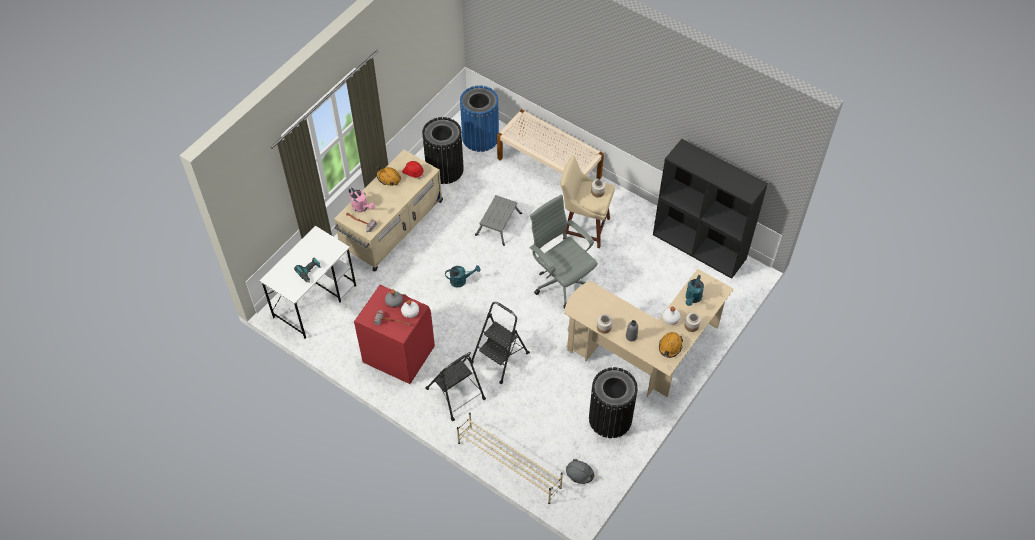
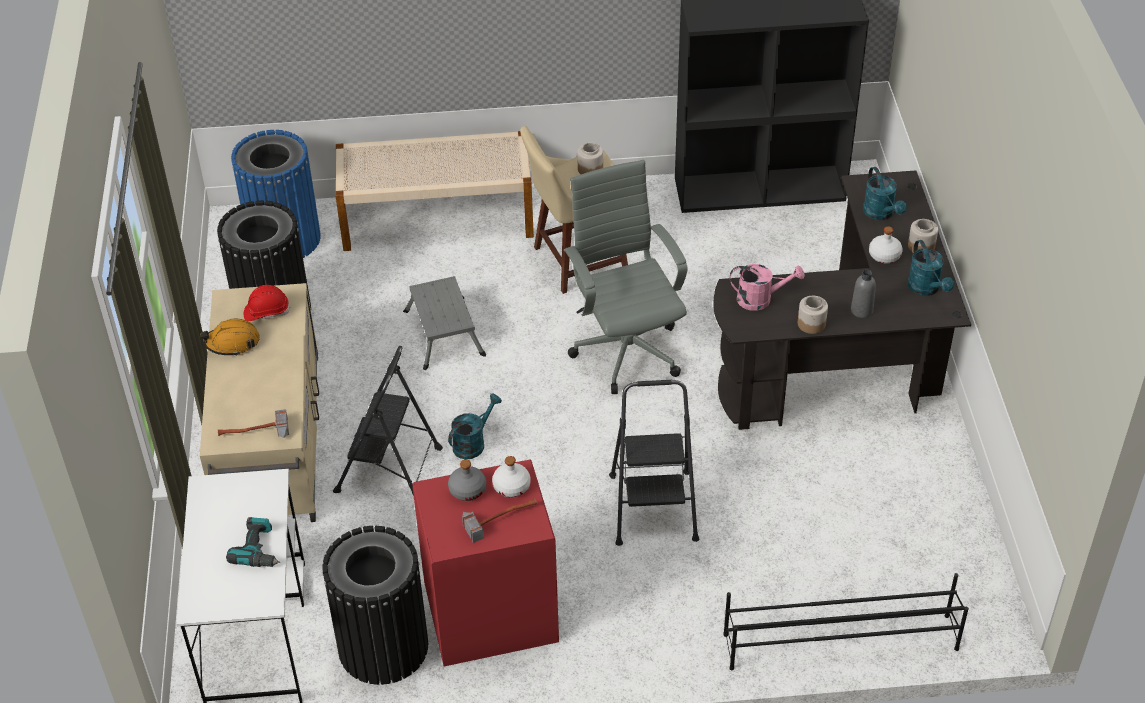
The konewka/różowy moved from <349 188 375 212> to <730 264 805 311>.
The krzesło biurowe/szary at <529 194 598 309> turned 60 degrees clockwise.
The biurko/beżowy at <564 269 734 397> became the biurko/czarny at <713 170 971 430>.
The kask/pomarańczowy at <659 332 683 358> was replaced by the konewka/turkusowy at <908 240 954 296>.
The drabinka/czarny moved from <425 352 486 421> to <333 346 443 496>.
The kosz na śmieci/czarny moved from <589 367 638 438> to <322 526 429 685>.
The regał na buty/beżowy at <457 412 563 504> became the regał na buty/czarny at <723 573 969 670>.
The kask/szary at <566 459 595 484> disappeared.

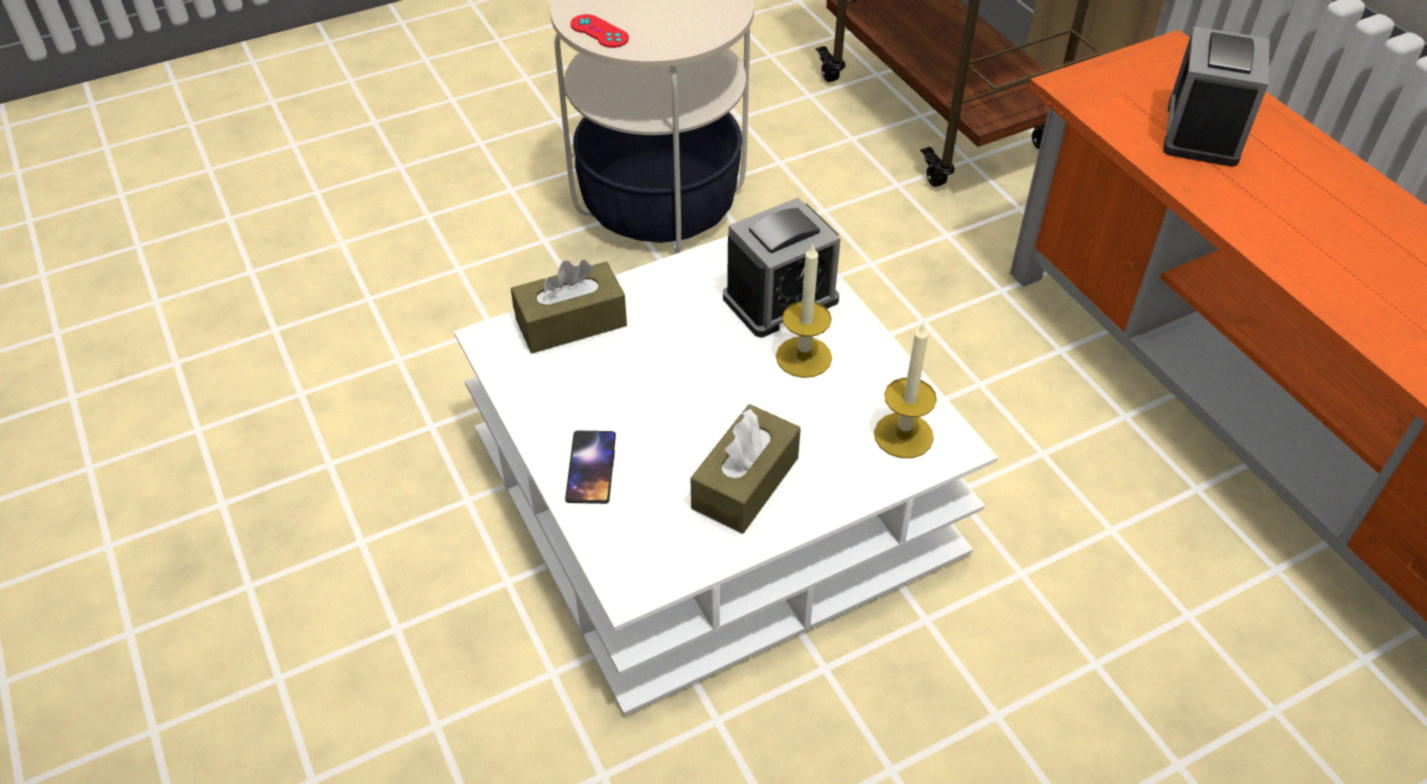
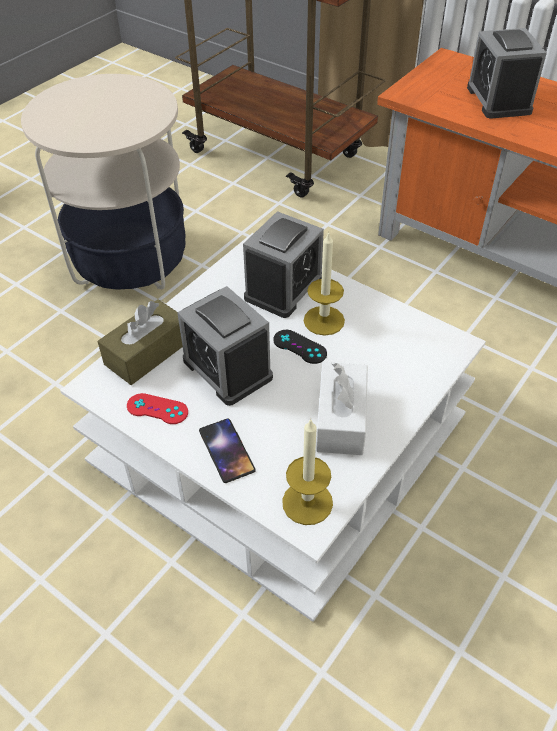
The pad do gier/czerwony moved from <570 14 629 48> to <127 393 188 424>.
The świeca moved from <874 322 937 458> to <282 419 333 525>.
The pudełko chusteczek/brązowy at <691 404 801 534> became the pudełko chusteczek/biały at <316 362 368 455>.
The budzik at <177 286 273 406> appeared.
The pad do gier/czarny at <273 330 327 364> appeared.

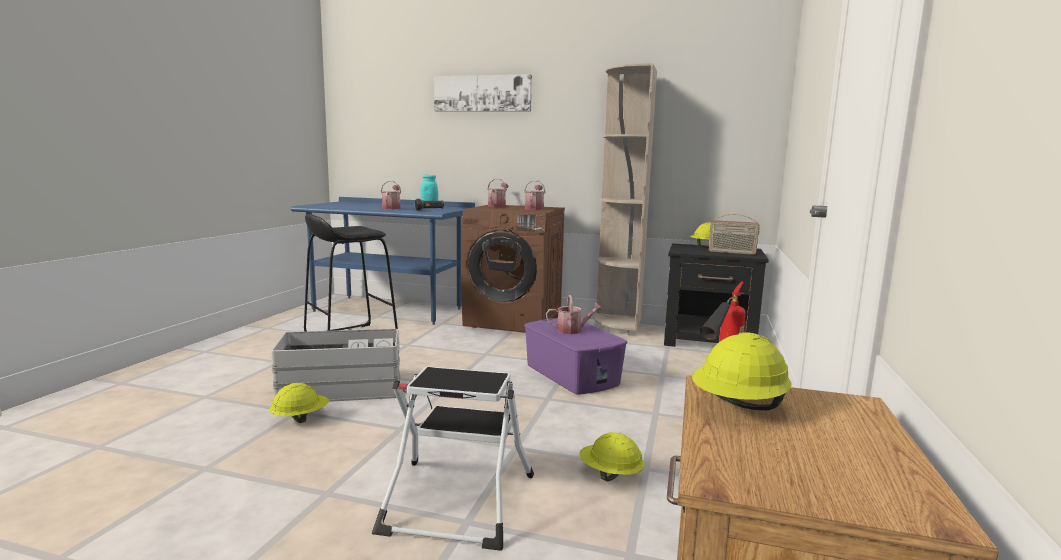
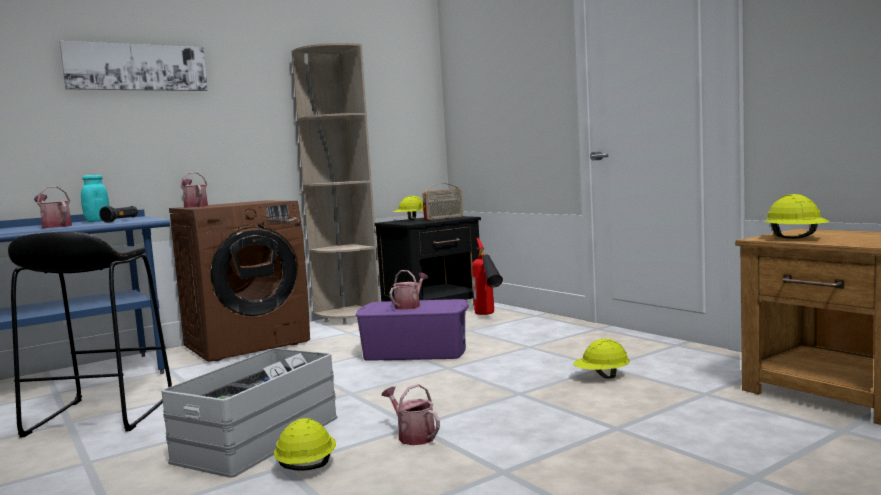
The konewka moved from <524 180 546 210> to <382 384 440 445>.
The drabinka at <372 367 534 551> disappeared.

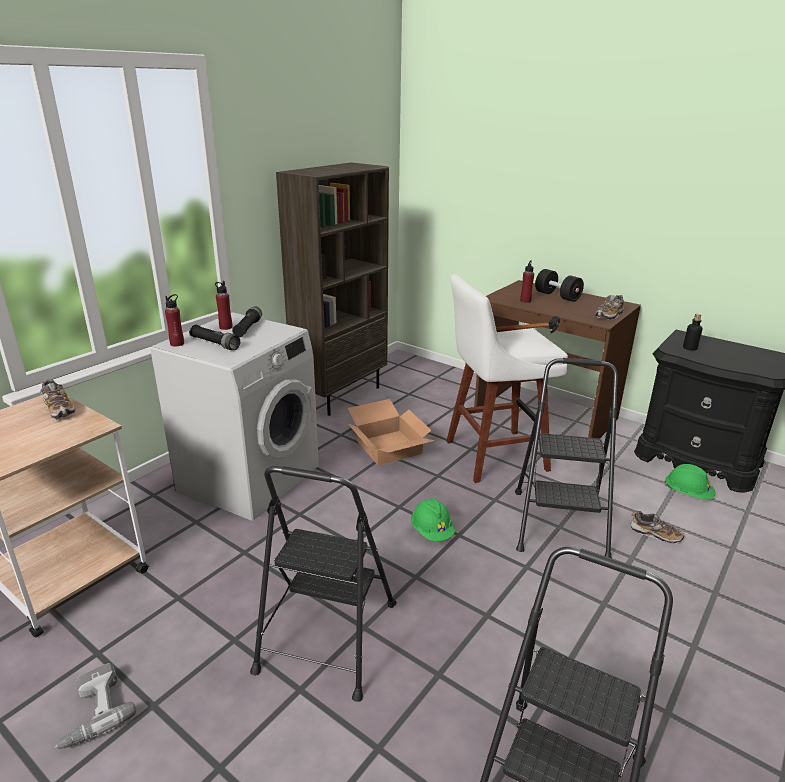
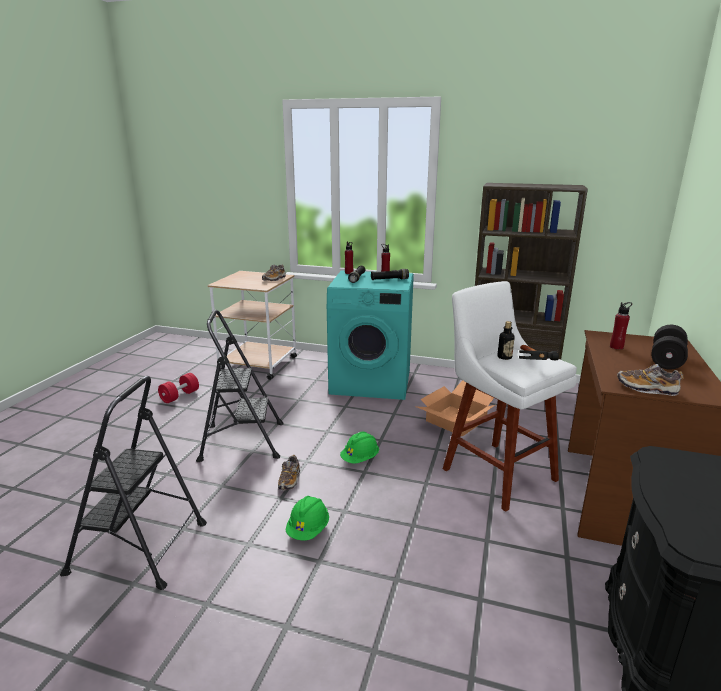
The pralka/biały at <150 312 319 521> became the pralka/turkusowy at <327 271 414 400>.
The butelka moved from <683 314 703 351> to <498 321 515 360>.
The drabinka/czarny at <515 358 618 558> disappeared.
The kask/zielony moved from <664 464 716 500> to <286 496 329 541>.
The but moved from <631 511 684 544> to <278 455 300 491>.
The wiertarka at <55 663 136 749> was replaced by the hantel/czerwony at <158 373 199 403>.

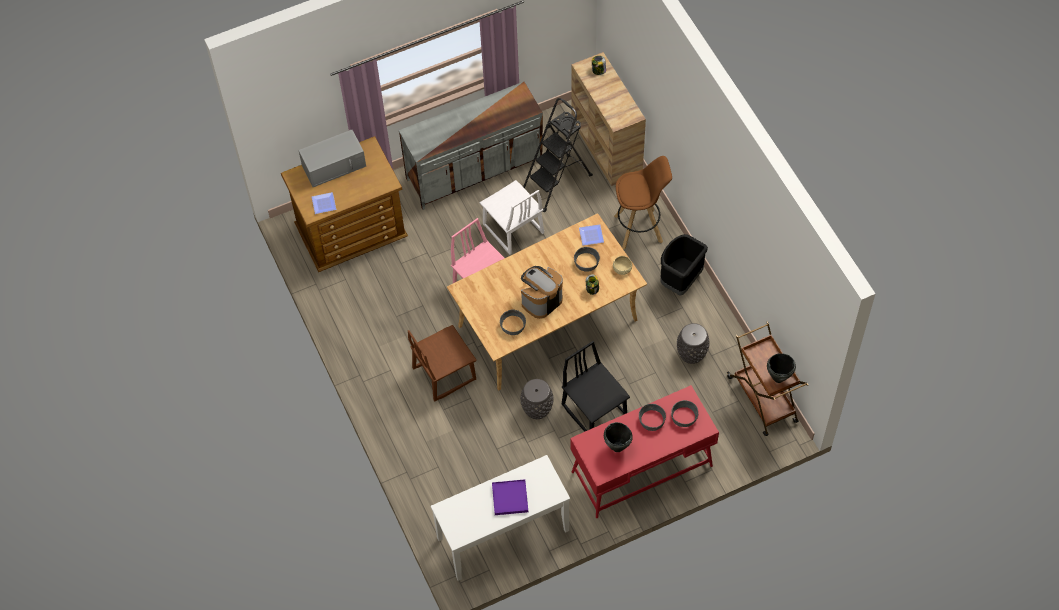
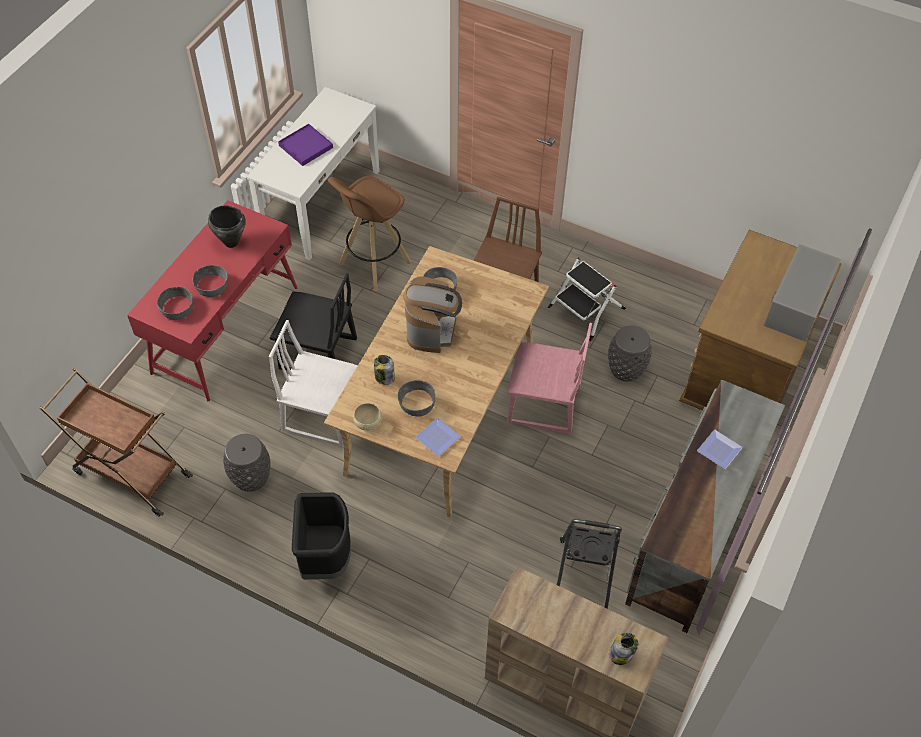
The stołek/brązowy moved from <614 156 672 250> to <327 176 411 291>.
The krzesło/biały moved from <480 180 544 255> to <269 320 357 447>.
The talerz moved from <312 192 337 214> to <697 429 743 469>.
The garnek/czarny at <767 353 796 383> disappeared.
The stołek/szary moved from <520 379 553 419> to <608 326 652 382>.
The drabinka at <548 258 626 341> appeared.

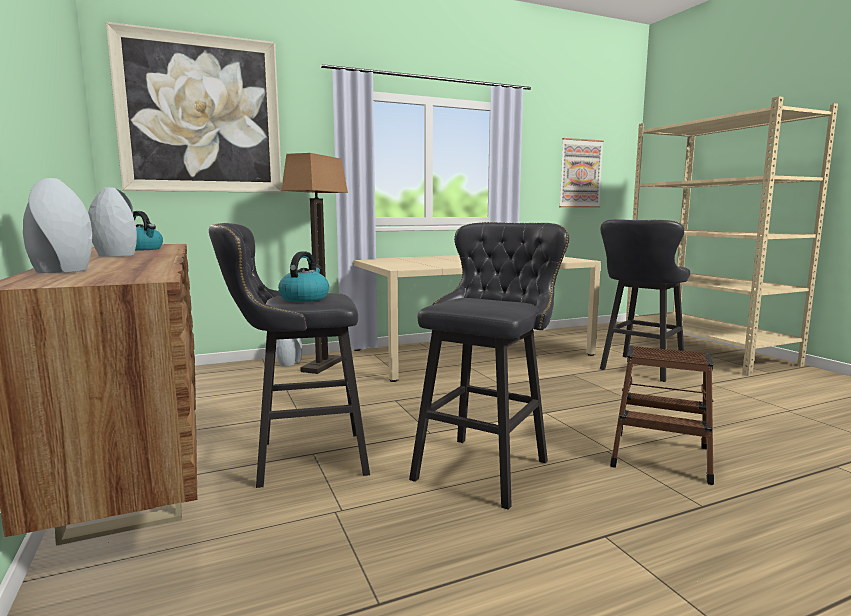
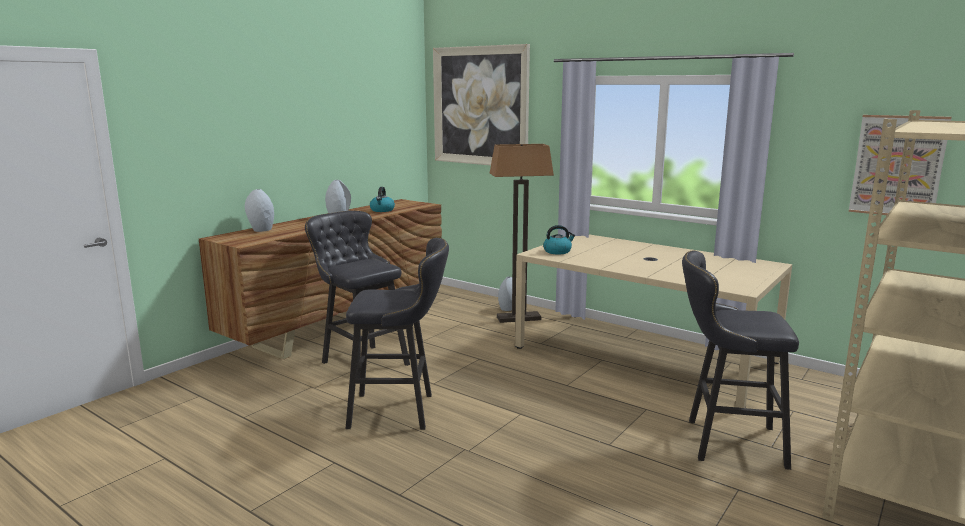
The czajnik moved from <278 251 329 302> to <543 225 575 254>.
The drabinka/brązowy at <610 345 714 485> disappeared.

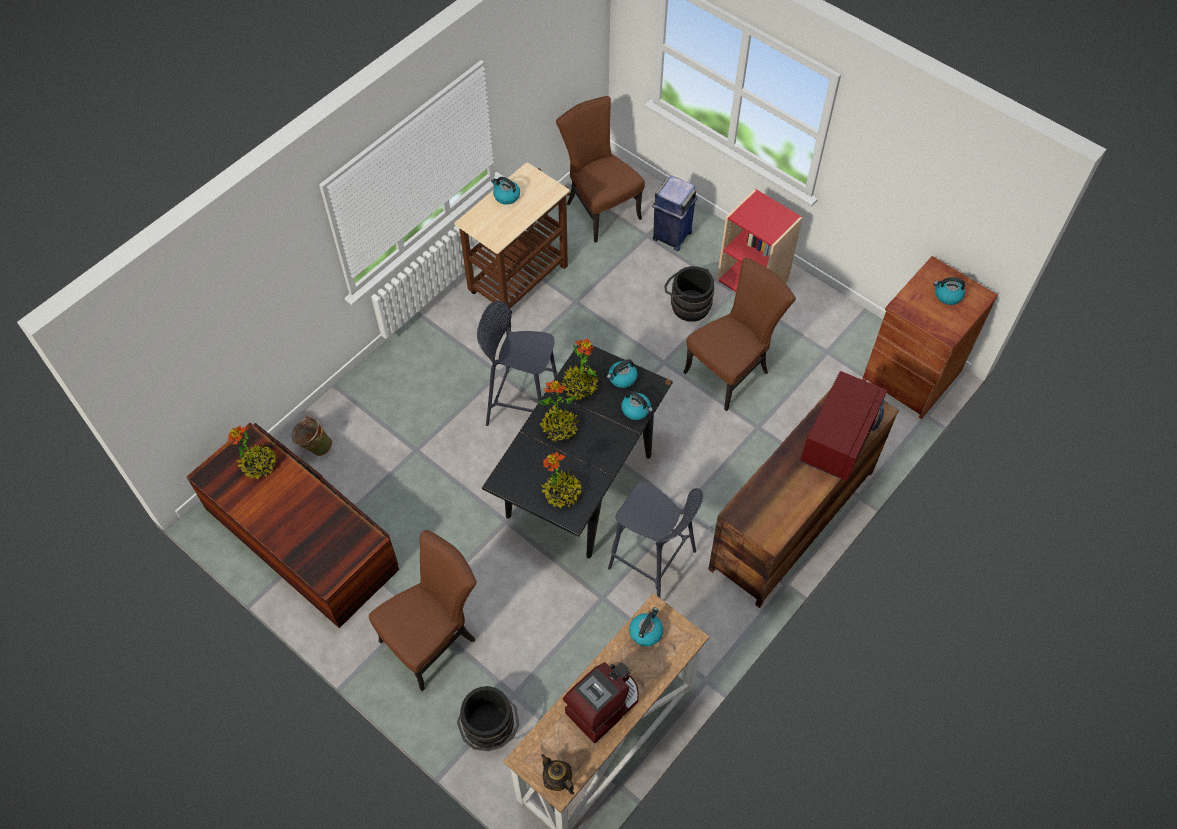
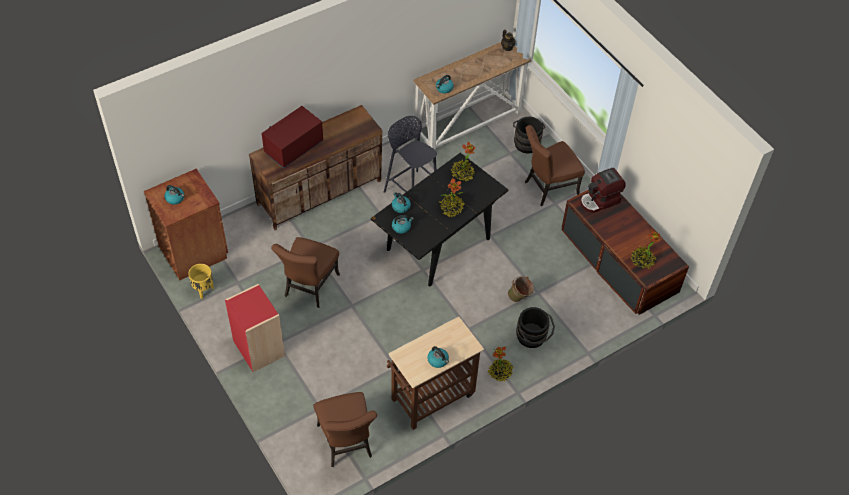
The kosz na śmieci/niebieski at <652 176 698 251> disappeared.
The krzesło/brązowy at <683 258 796 411> turned 45 degrees counterclockwise.
The wiadro/czarny moved from <664 266 714 322> to <516 307 555 348>.
The stołek/szary at <477 301 558 426> disappeared.
The roślina doniczkowa moved from <561 338 598 400> to <488 347 513 381>.
The wiadro/zielony moved from <291 416 332 456> to <508 276 534 302>.
The ekspres do kawy moved from <563 662 639 743> to <580 168 626 213>.
The donica/żółty at <188 264 214 299> appeared.

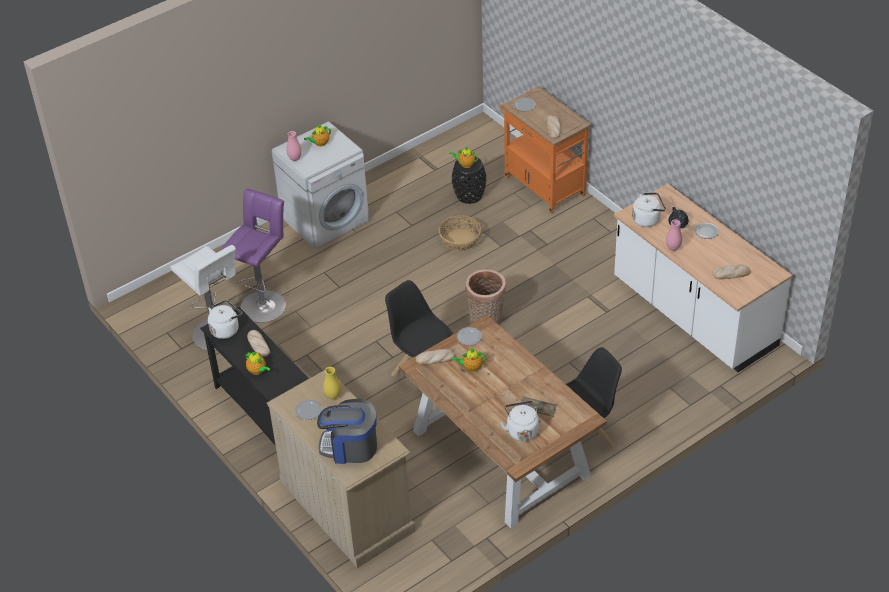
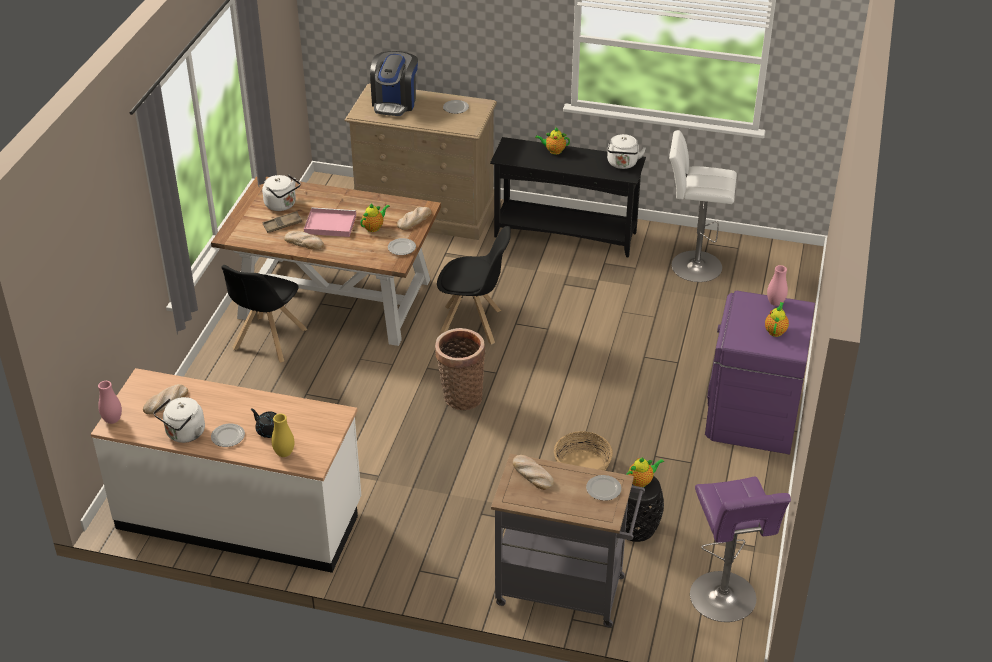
The wózek/pomarańczowy at <499 86 591 214> became the wózek/szary at <491 454 645 627>.
The pralka/biały at <272 121 369 248> became the pralka/fioletowy at <705 291 815 455>.
The stołek/fioletowy moved from <221 189 286 323> to <690 476 791 622>.
The czajnik/biały moved from <632 192 666 227> to <154 397 205 443>.
The wazon/różowy moved from <666 219 682 251> to <98 381 122 424>.
The chleb moved from <247 330 270 357> to <284 231 324 250>.
The wazon/żółty moved from <323 367 341 399> to <271 414 294 457>.
The ekspres do kawy at <317 399 377 464> turned 135 degrees clockwise.
The taca/różowy at <304 207 356 237> appeared.

